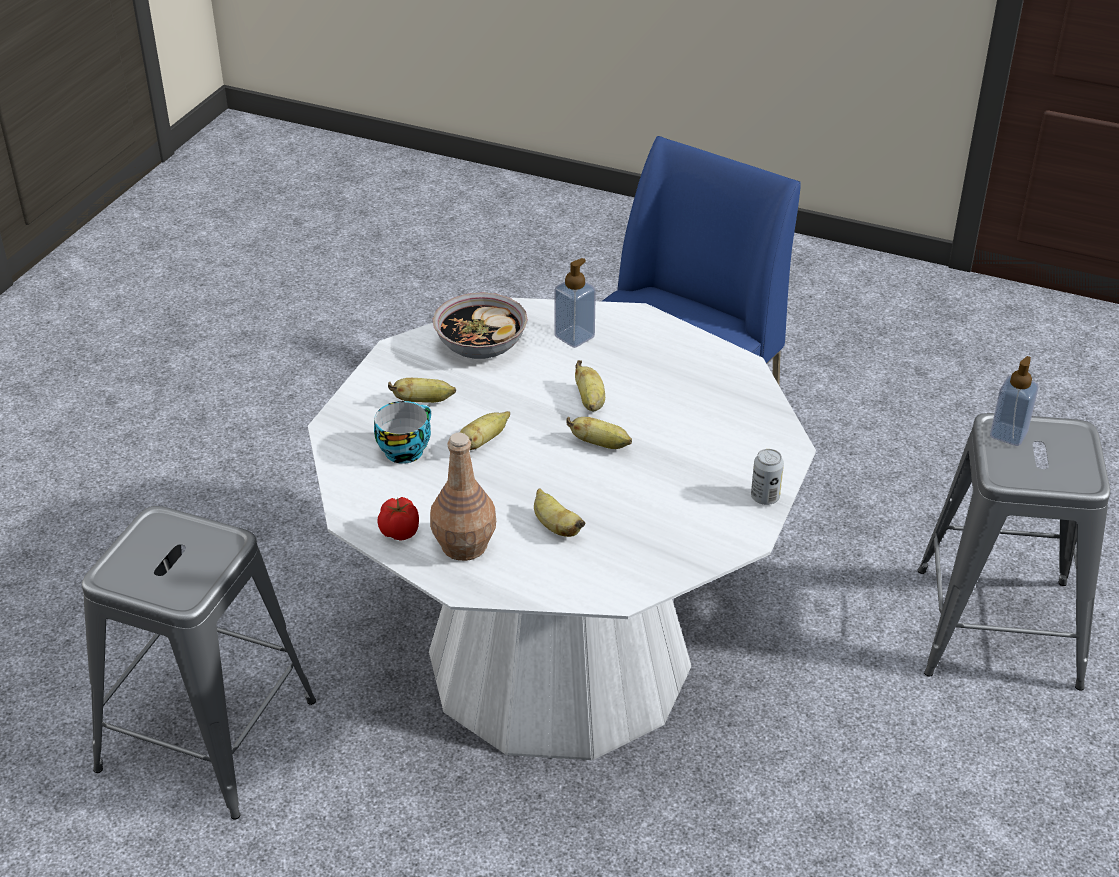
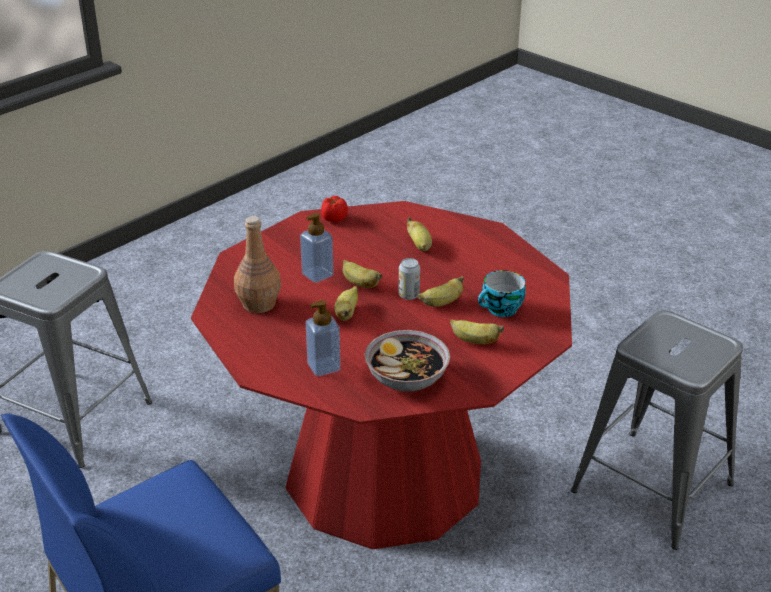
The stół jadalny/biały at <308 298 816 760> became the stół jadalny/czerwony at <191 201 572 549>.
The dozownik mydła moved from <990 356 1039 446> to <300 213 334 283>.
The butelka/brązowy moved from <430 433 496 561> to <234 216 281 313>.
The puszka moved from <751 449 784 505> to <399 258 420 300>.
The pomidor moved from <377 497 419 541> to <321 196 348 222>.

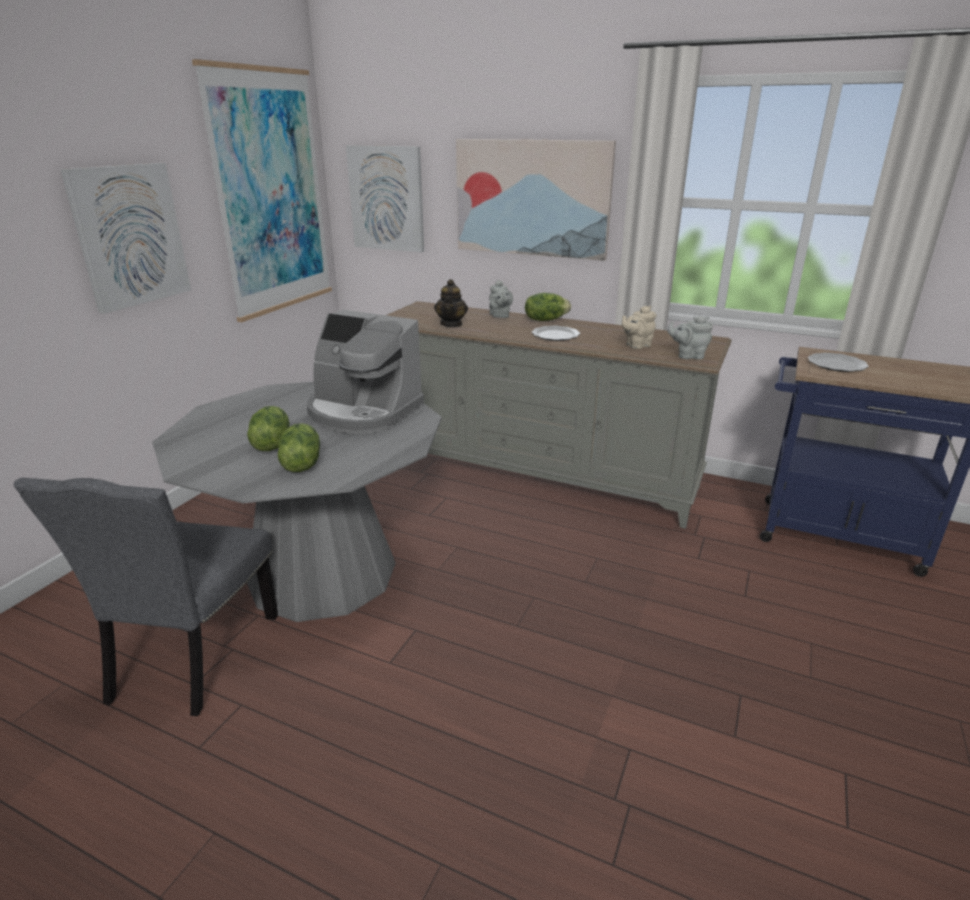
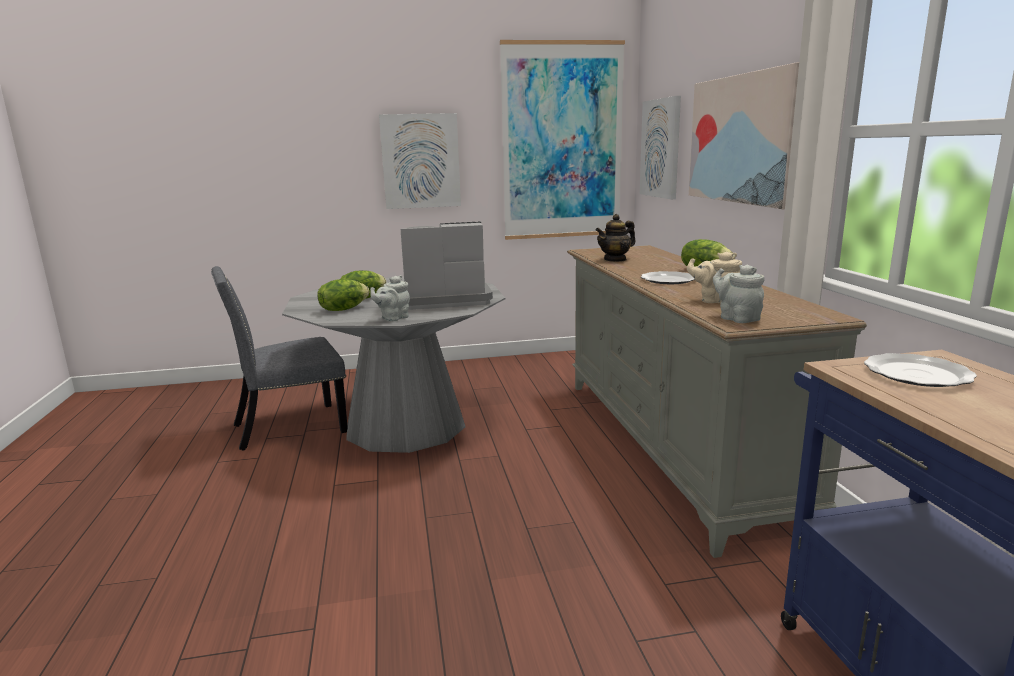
The imbryk/szary moved from <489 280 513 318> to <370 275 410 321>.
The ekspres do kawy at <307 310 424 434> turned 90 degrees clockwise.

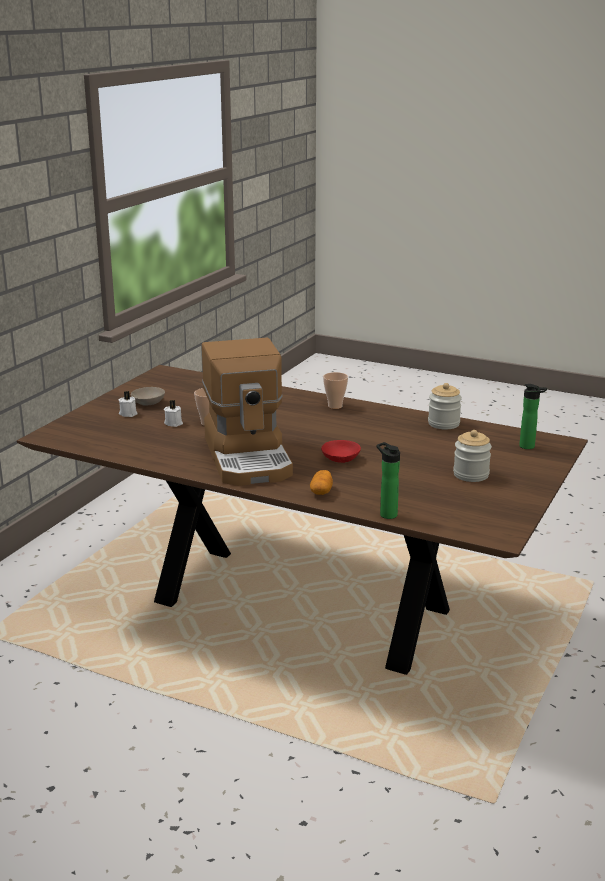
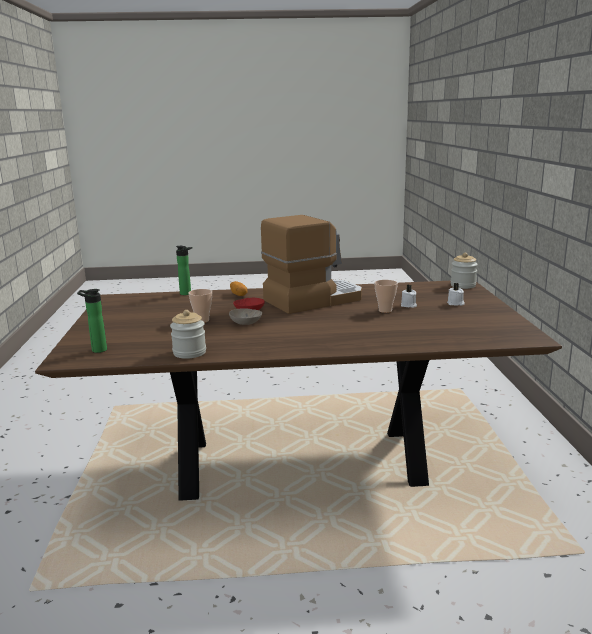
The ekspres do kawy at <202 338 293 486> turned 105 degrees clockwise.
The filiżanka moved from <323 372 348 409> to <188 289 212 323>.
The miska/beżowy moved from <131 387 165 406> to <229 308 262 325>.
The słoik moved from <453 430 492 482> to <451 253 478 289>.

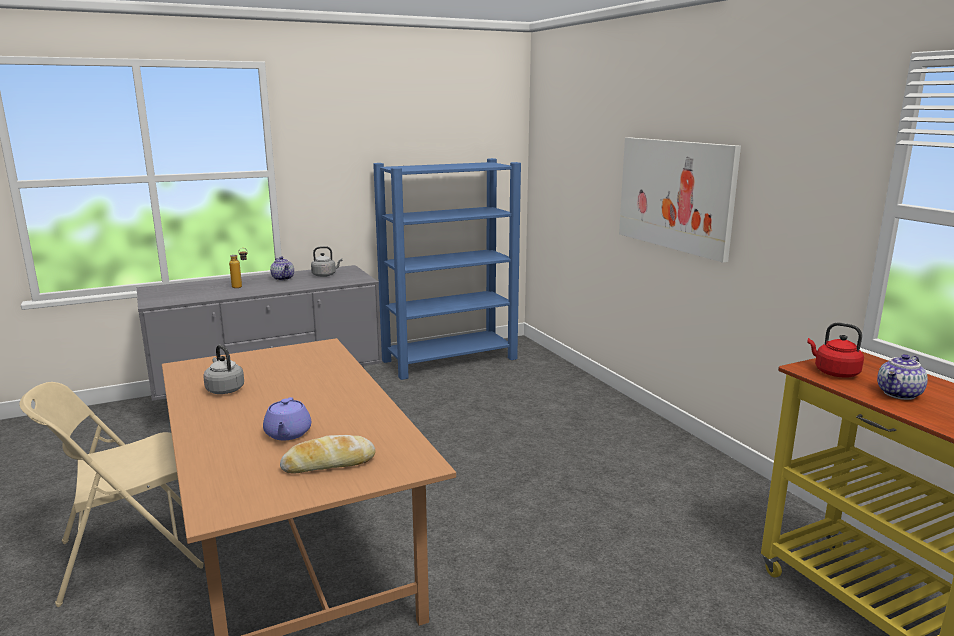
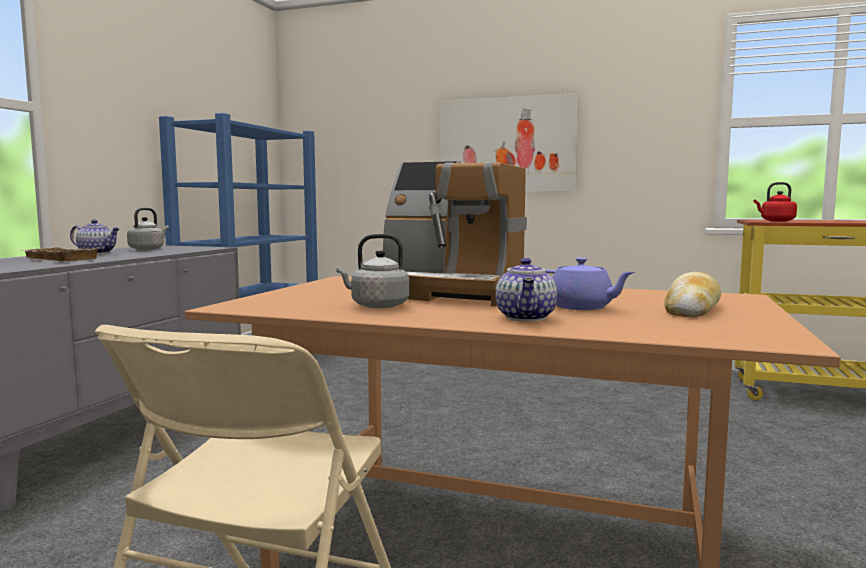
The butelka at <229 248 247 288> was replaced by the taca/beżowy at <18 247 100 261>.
The imbryk moved from <877 354 928 400> to <495 258 557 321>.
The ekspres do kawy at <383 161 527 306> appeared.

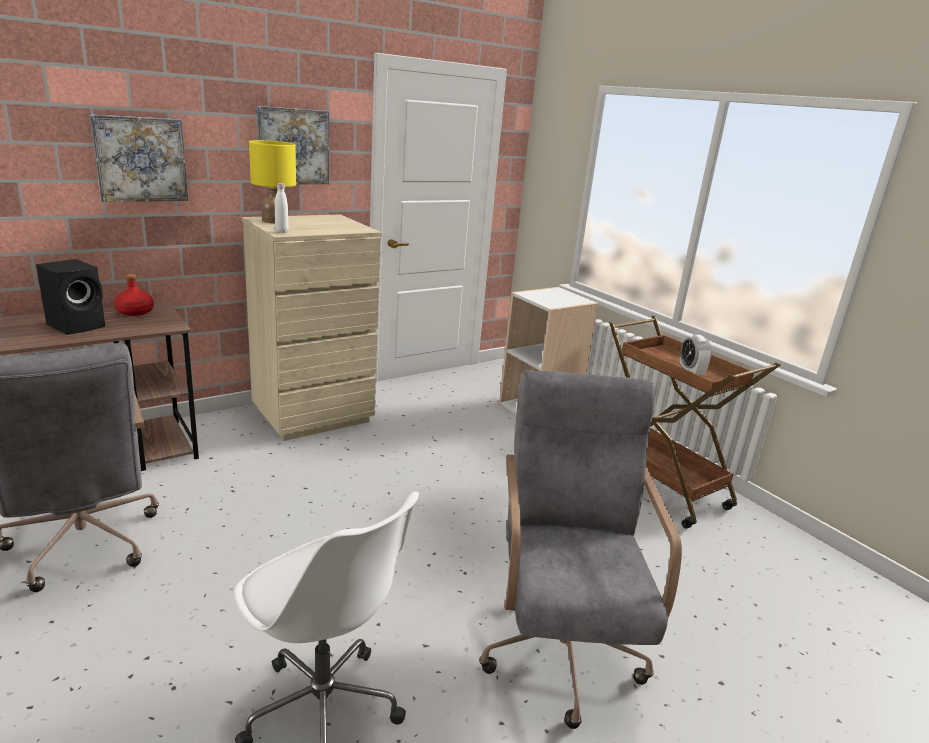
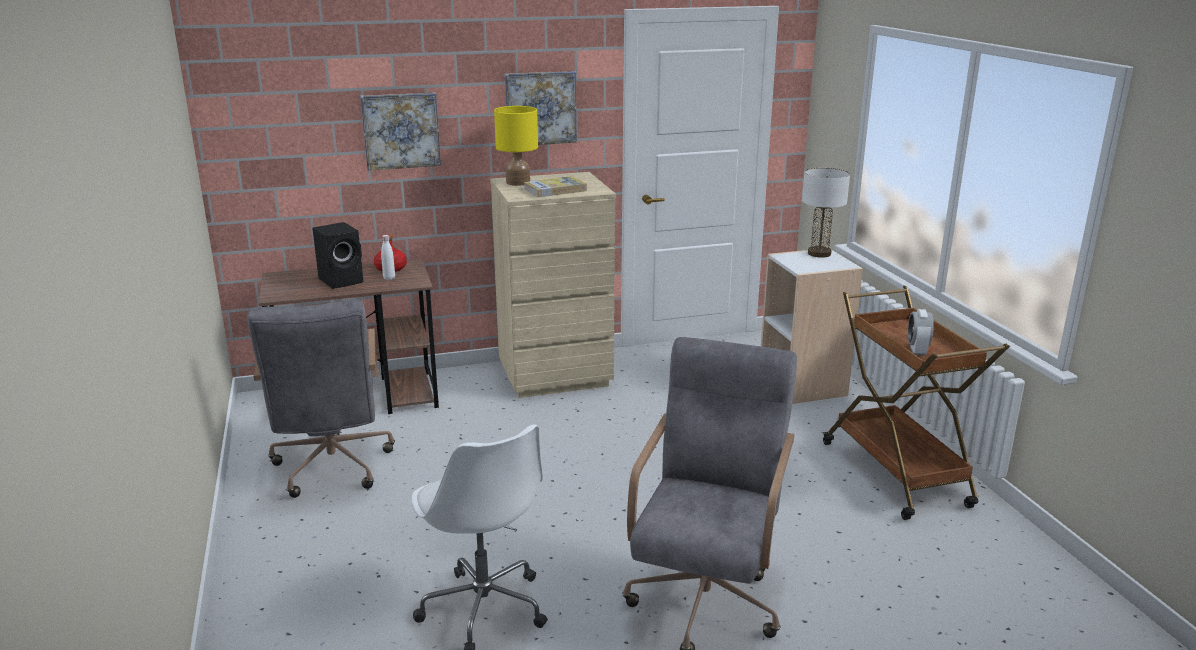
The butelka/biały moved from <275 183 288 233> to <381 235 395 280>.
The lampa stołowa at <802 168 850 258> appeared.
The książka at <524 176 587 197> appeared.

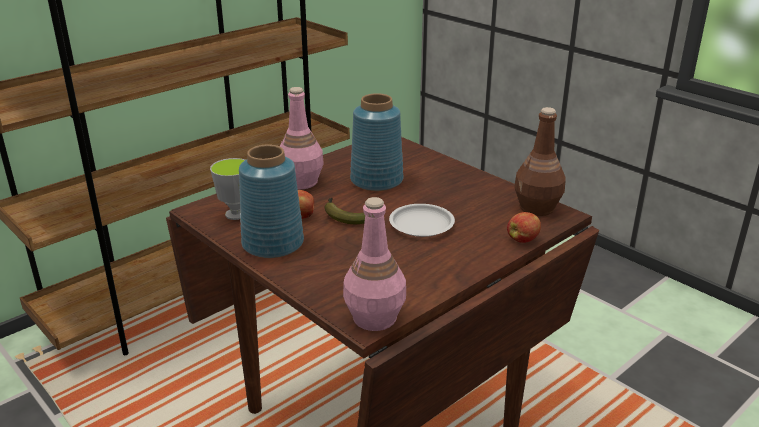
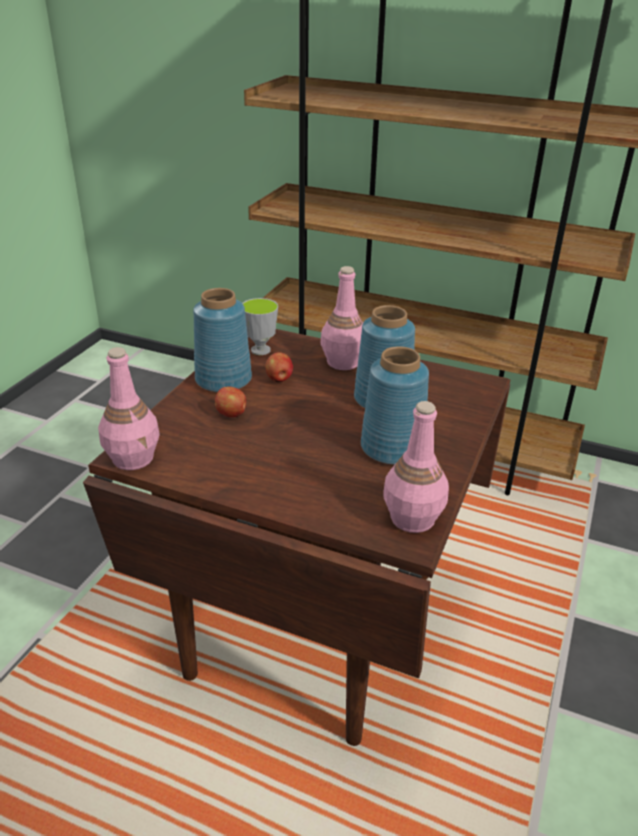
The butelka/brązowy at <514 107 566 216> became the butelka/różowy at <383 401 449 533>.
The banan at <325 198 365 224> disappeared.
The talerz/biały at <389 204 455 237> disappeared.
The jabłko moved from <507 212 541 243> to <215 387 246 417>.
The wazon/niebieski at <361 346 429 465> appeared.

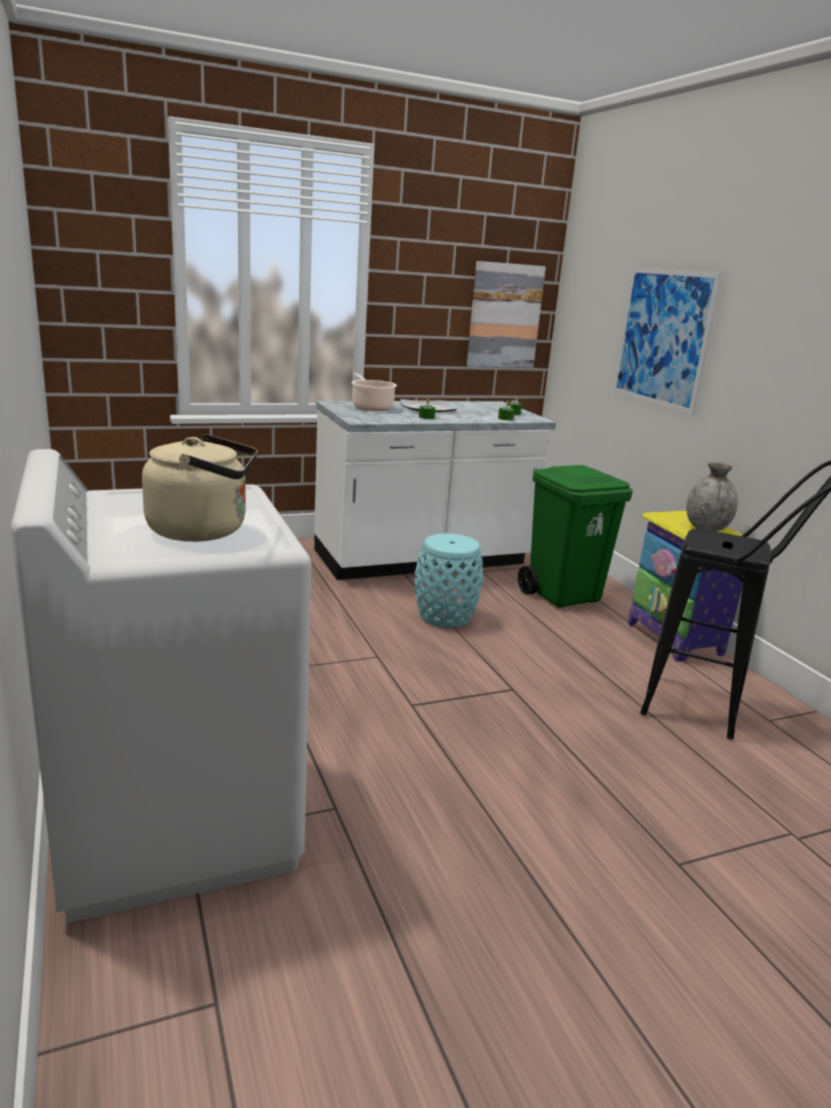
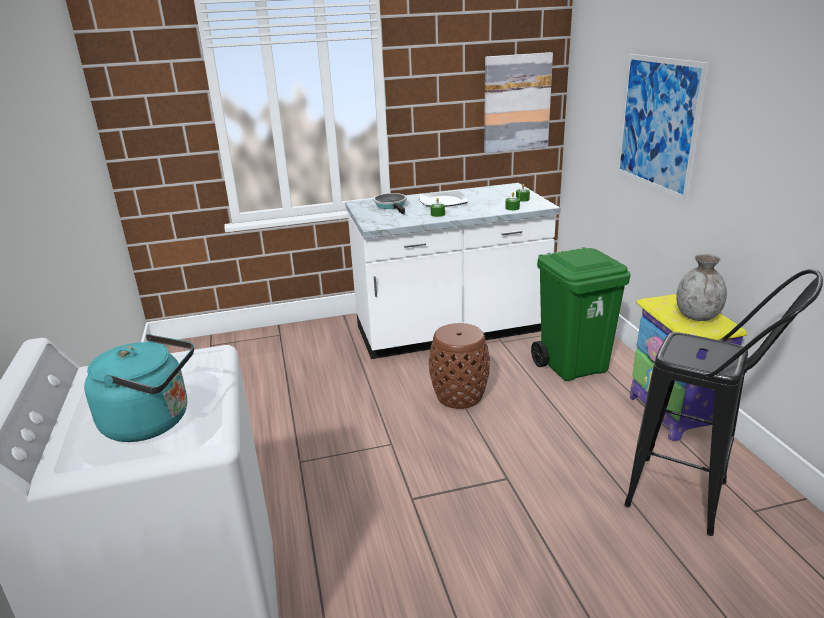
The garnek at <351 373 397 411> was replaced by the patelnia at <373 193 407 215>.
The czajnik/beżowy at <142 434 258 542> became the czajnik/turkusowy at <84 334 194 442>.
The stołek/turkusowy at <415 533 483 628> became the stołek/brązowy at <429 323 490 409>.

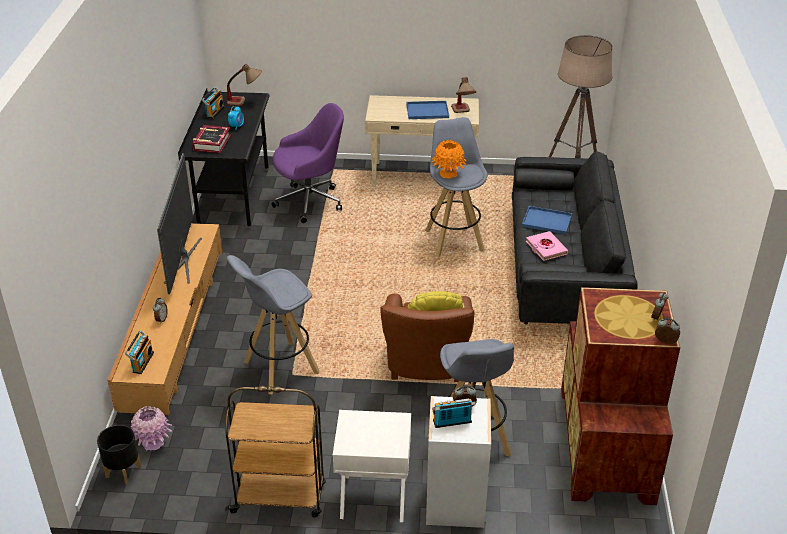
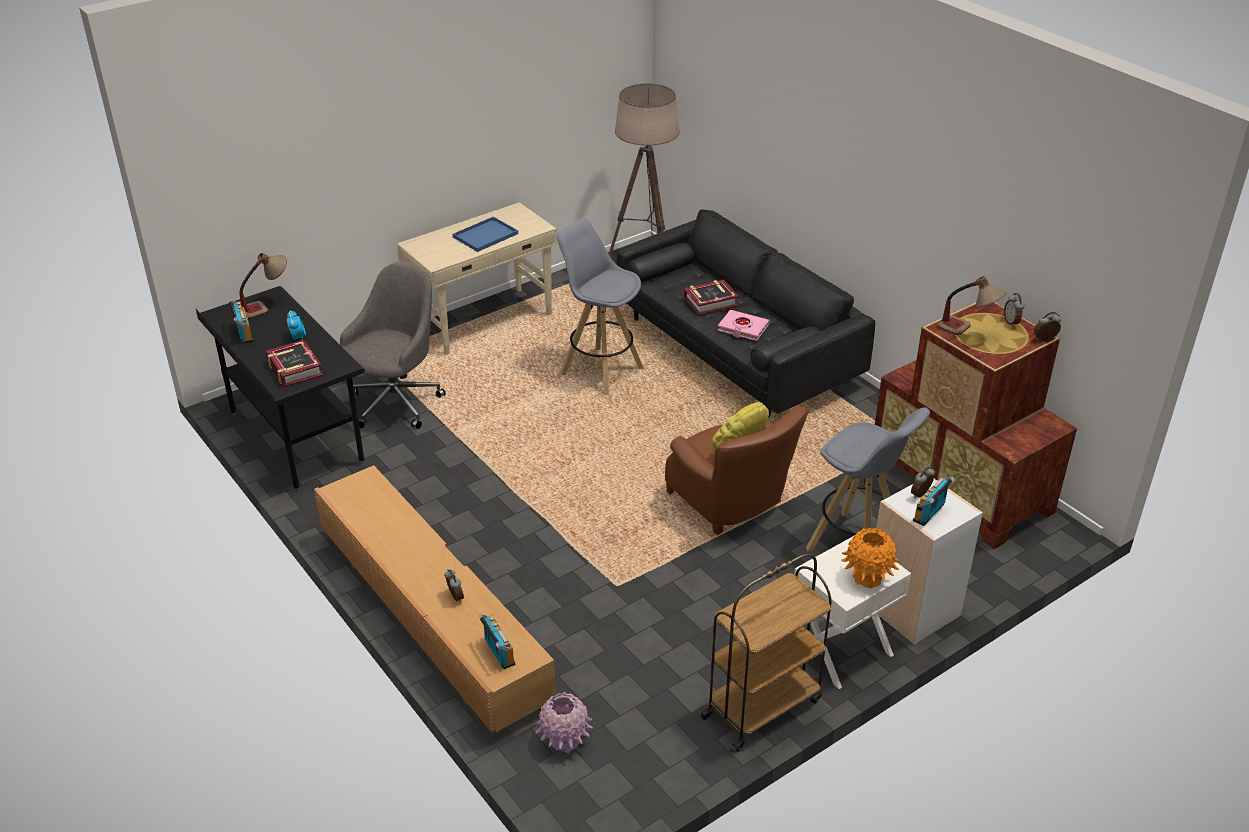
The lampa stołowa moved from <451 77 476 113> to <938 276 1006 335>.
The krzesło biurowe/fioletowy at <272 103 344 223> became the krzesło biurowe/szary at <340 263 446 429>.
The wazon/pomarańczowy moved from <431 140 466 179> to <841 528 900 589>.
The telewizor at <157 153 202 294> disappeared.
The taca/niebieski at <522 206 572 234> was replaced by the książka at <684 280 739 315>.
The stołek/szary at <227 255 320 395> disappeared.
The donica/czarny at <97 425 141 485> disappeared.

